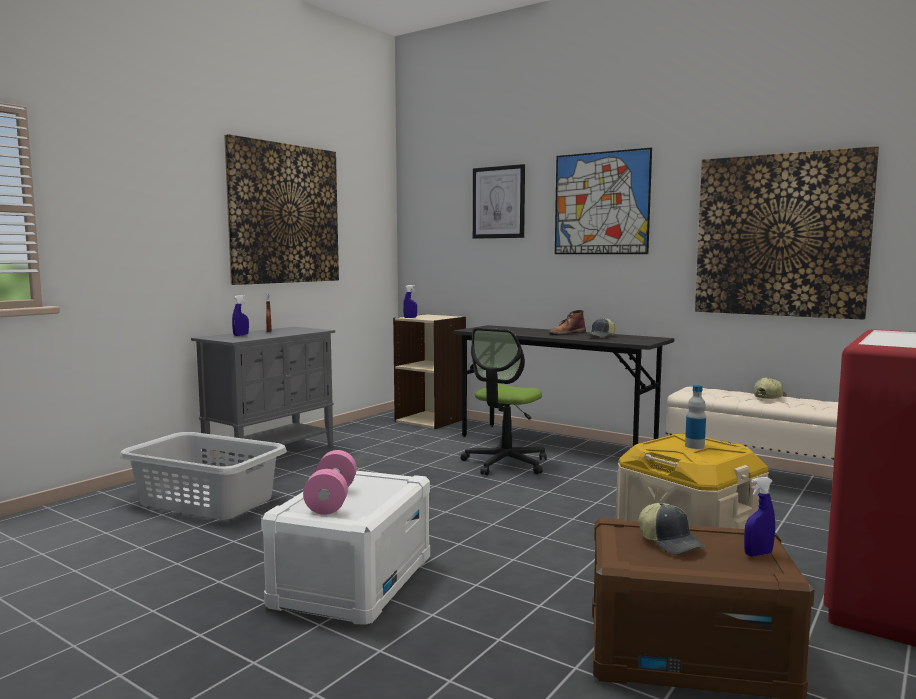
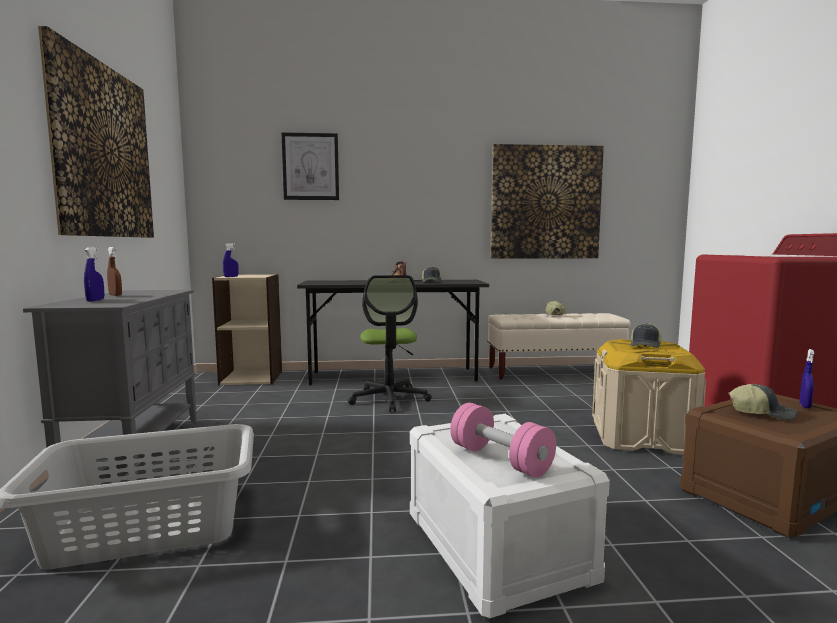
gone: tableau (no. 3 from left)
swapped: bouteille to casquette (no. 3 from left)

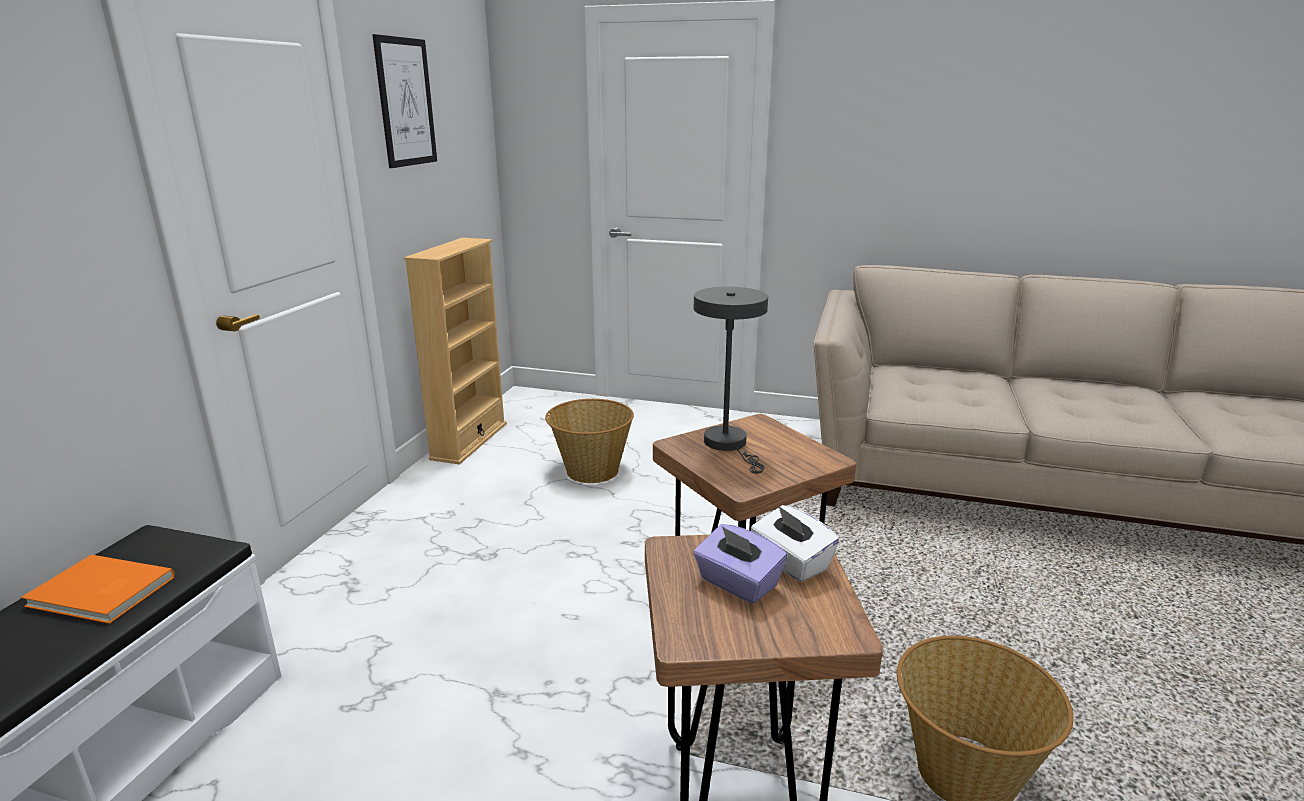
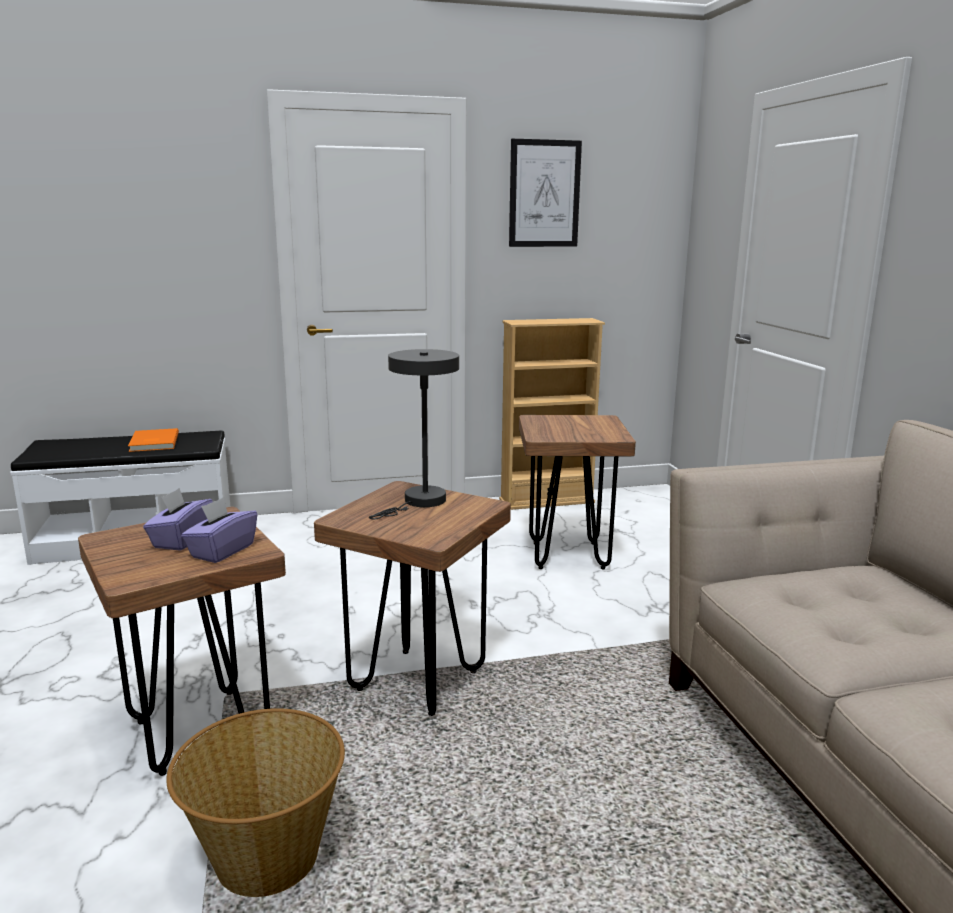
swapped: panier (no. 1 from left) to tabouret (marron) (no. 3 from left)
repainted: boîte à mouchoirs (blanc) to boîte à mouchoirs (violet) (no. 2 from left)

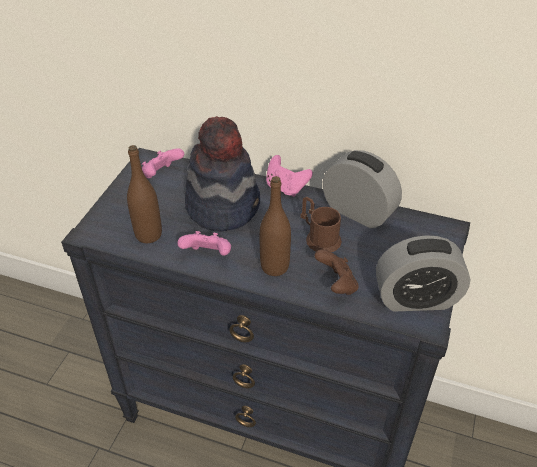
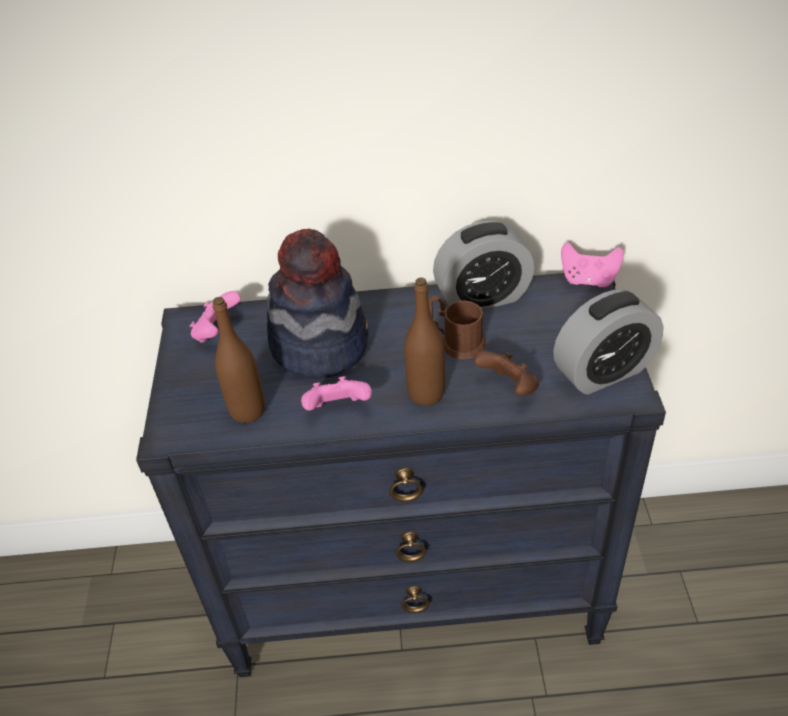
shifted: manette (rose) (no. 3 from left)
rotated: réveil (no. 1 from left) 150 degrees clockwise

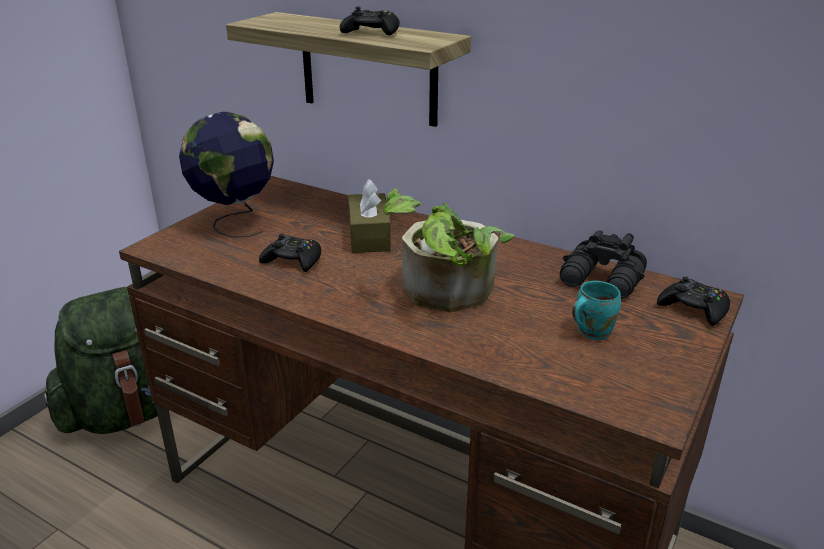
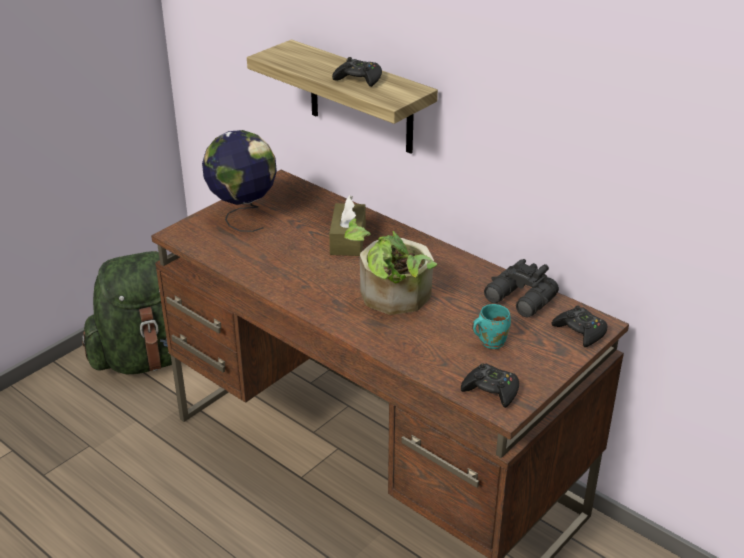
shifted: manette (noir) (no. 1 from left in the first image) to manette (noir) (no. 2 from left)

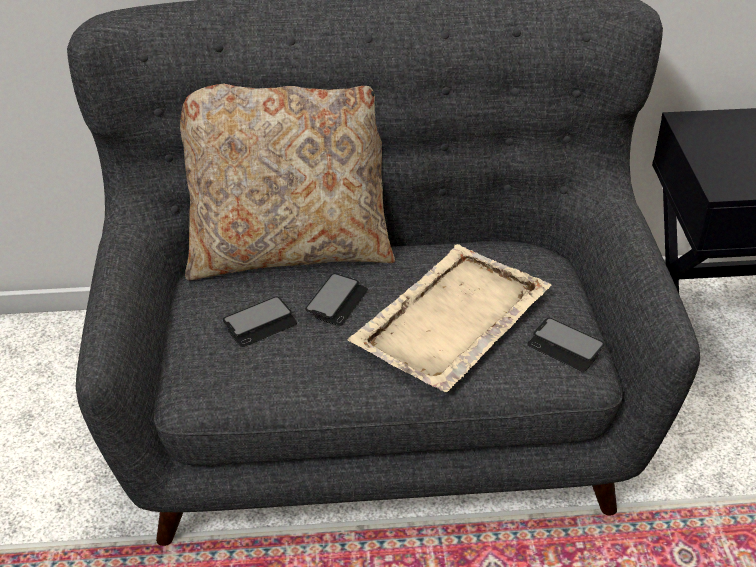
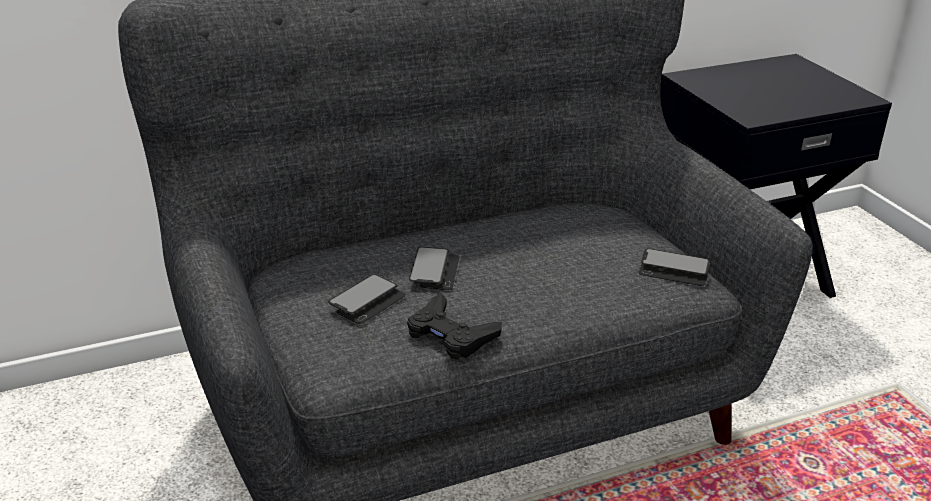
gone: coussin (beige); plateau (beige)
new: manette (noir)

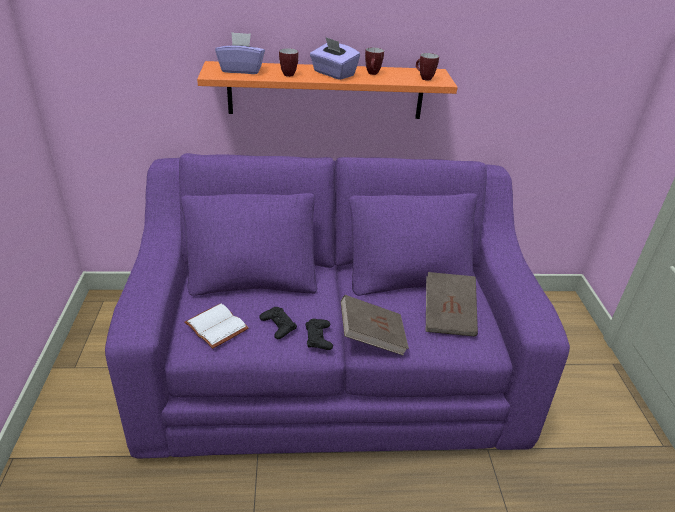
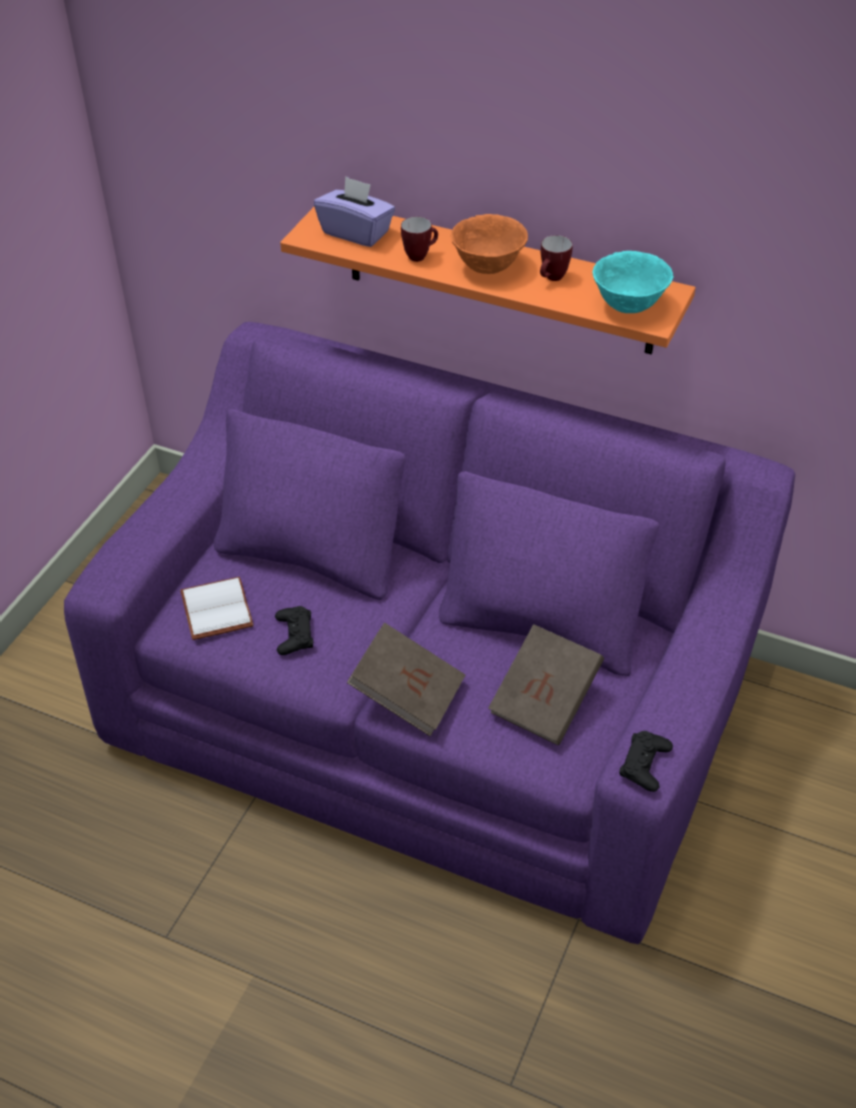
shifted: manette (noir) (no. 2 from left)
swapped: boîte à mouchoirs (violet) (no. 2 from left) to bol (orange); mug (no. 3 from left) to bol (turquoise)

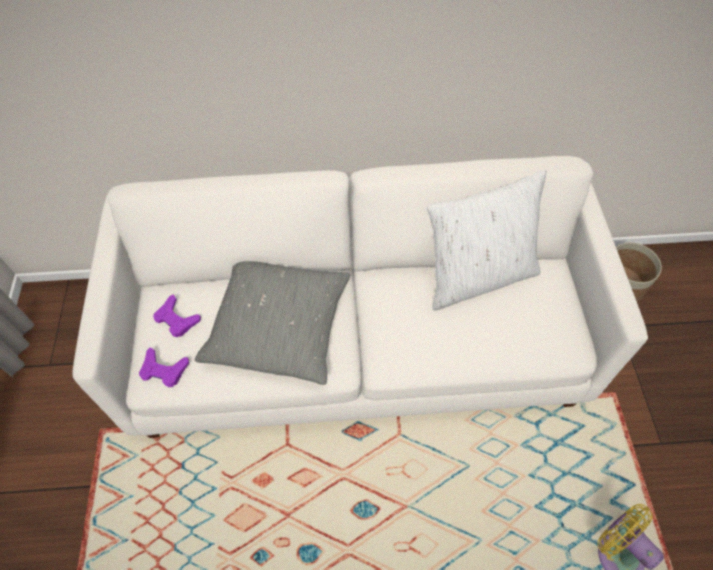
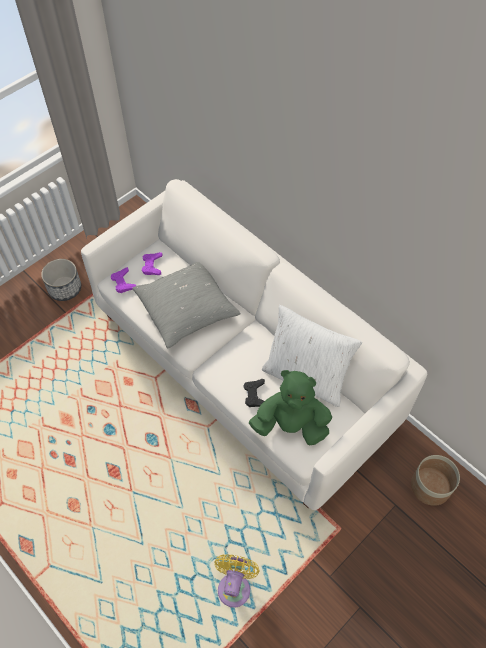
new: cache-pot (no. 1 from left); manette (noir); peluche (vert)

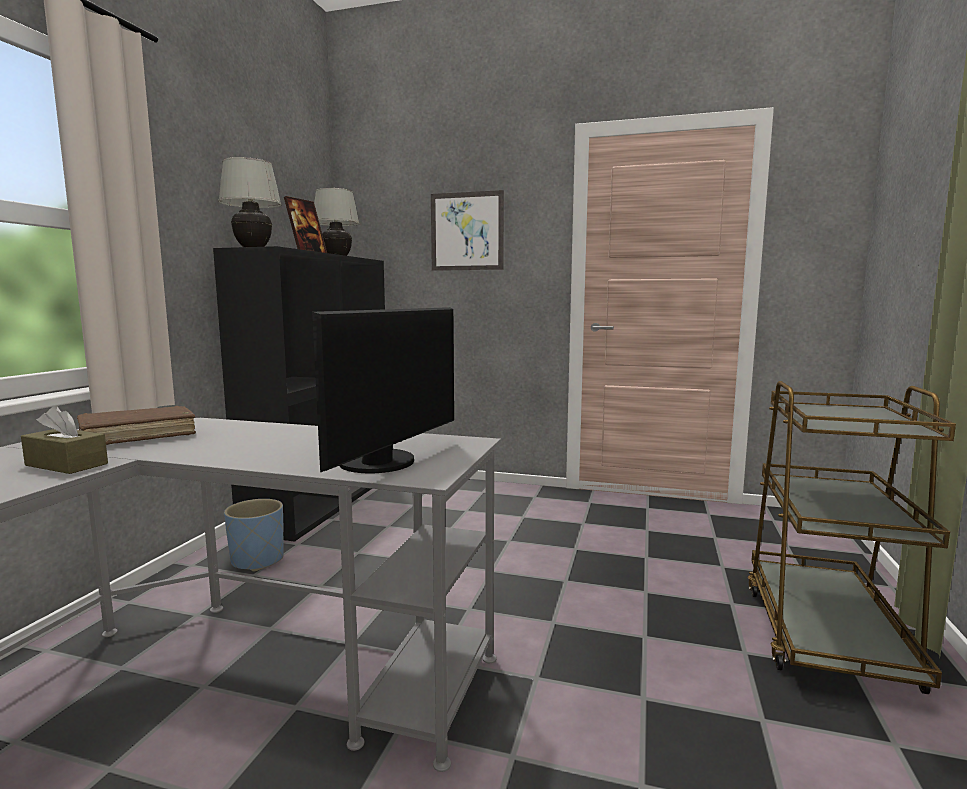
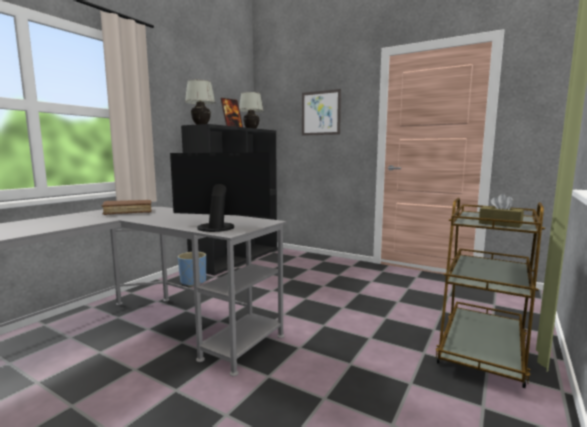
shifted: boîte à mouchoirs (marron)
rotated: écran d'ordinateur 120 degrees counterclockwise

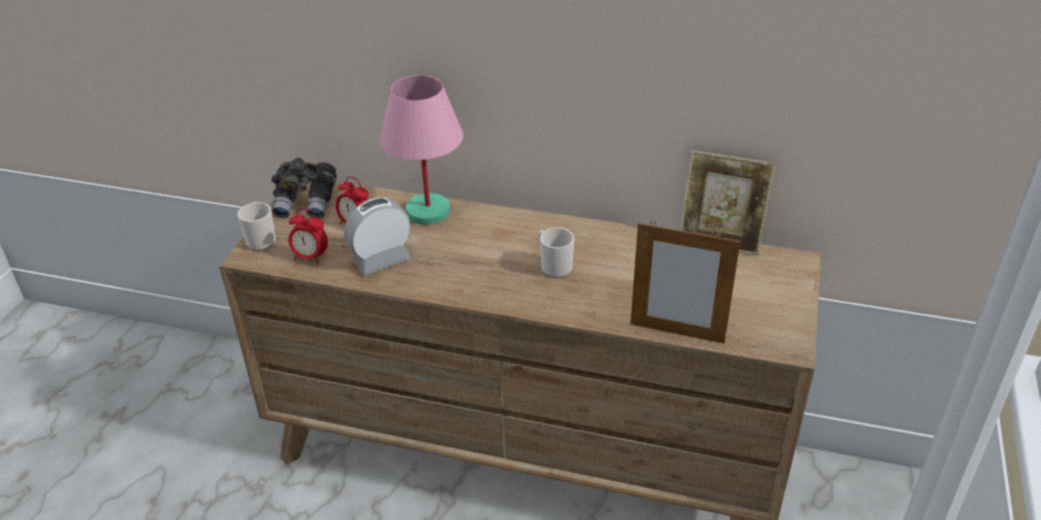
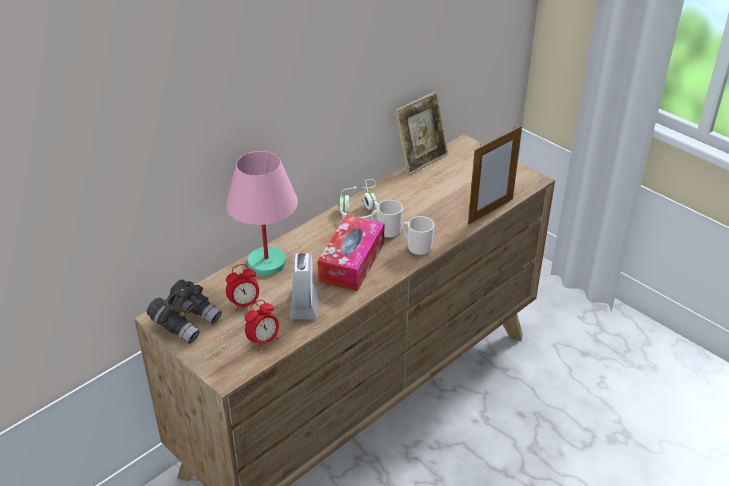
new: boîte à mouchoirs; casque audio (blanc)
shifted: mug (no. 1 from left in the first image) to mug (no. 2 from left)

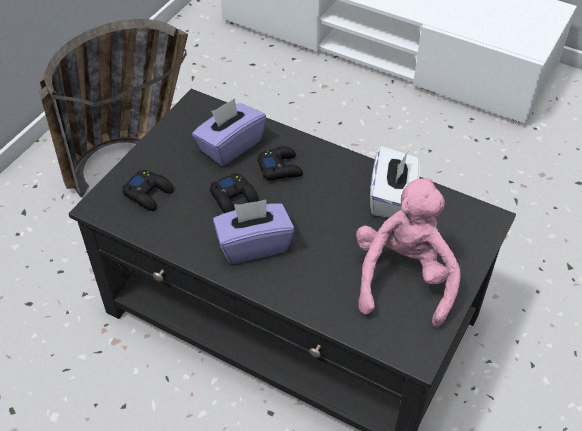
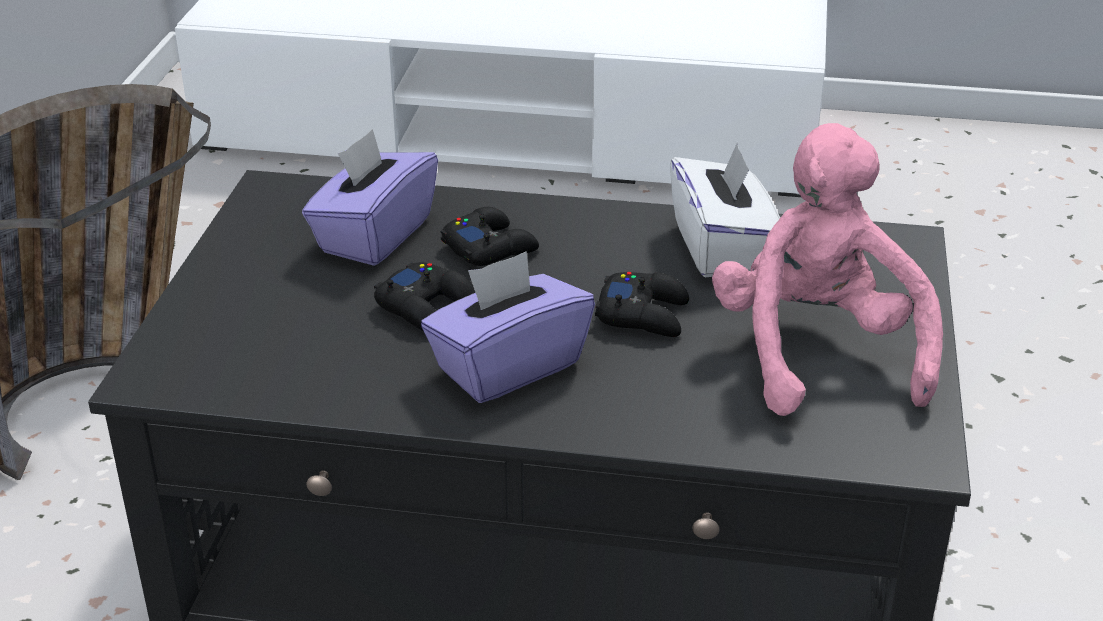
shifted: manette (noir) (no. 1 from left in the first image) to manette (noir) (no. 3 from left)

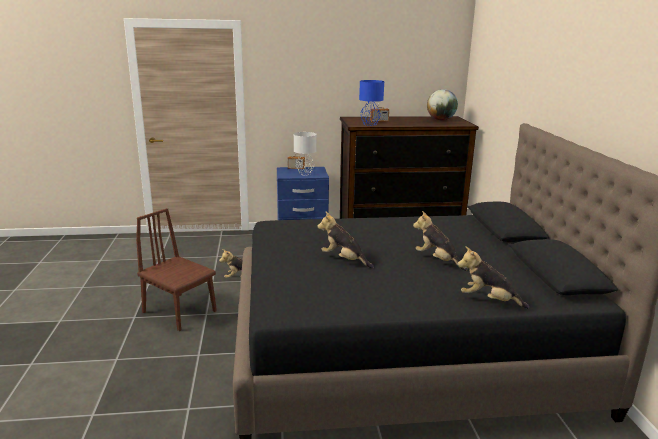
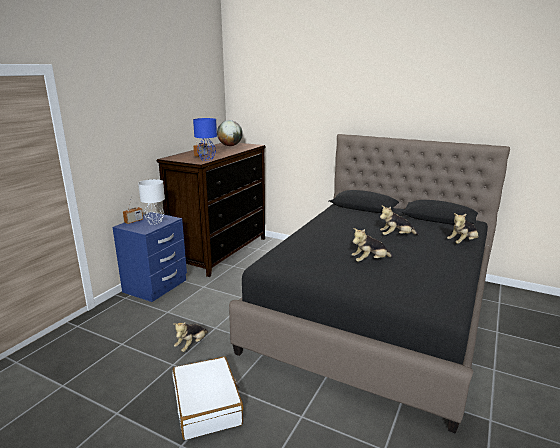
swapped: chaise (marron) to valise (blanc)

